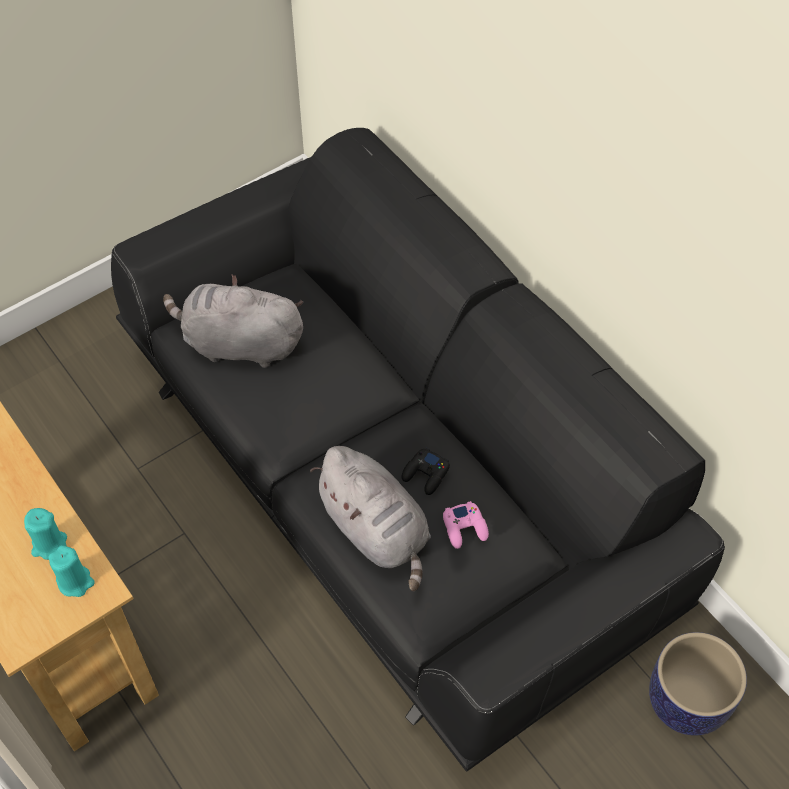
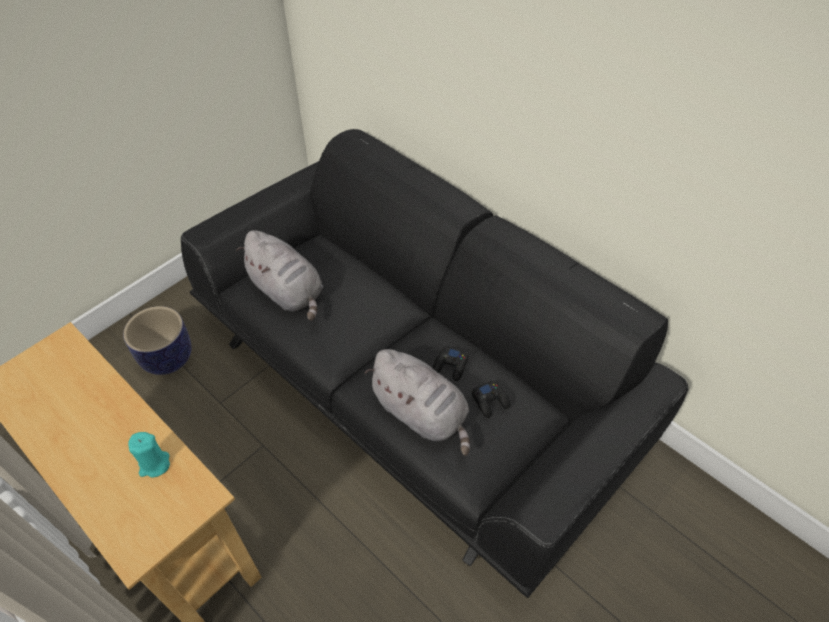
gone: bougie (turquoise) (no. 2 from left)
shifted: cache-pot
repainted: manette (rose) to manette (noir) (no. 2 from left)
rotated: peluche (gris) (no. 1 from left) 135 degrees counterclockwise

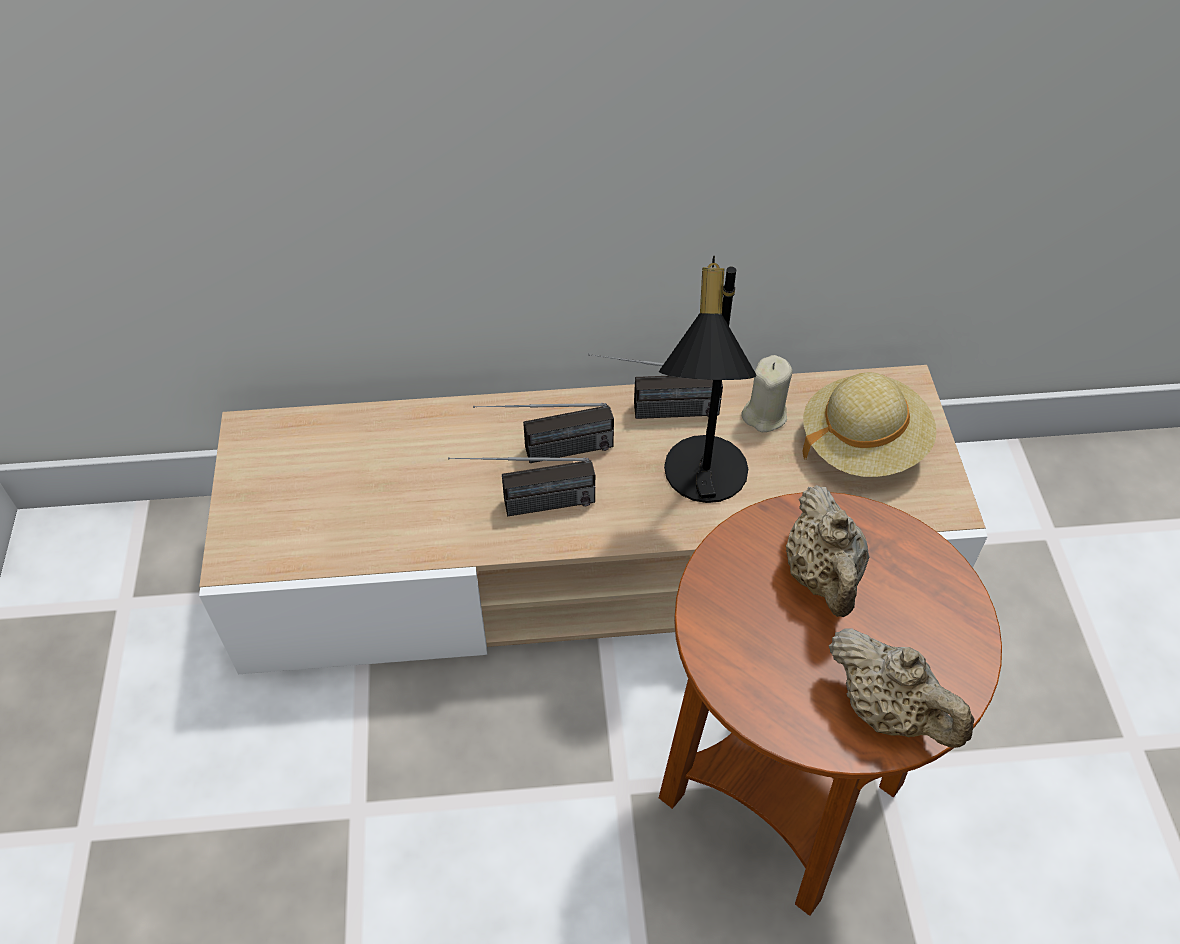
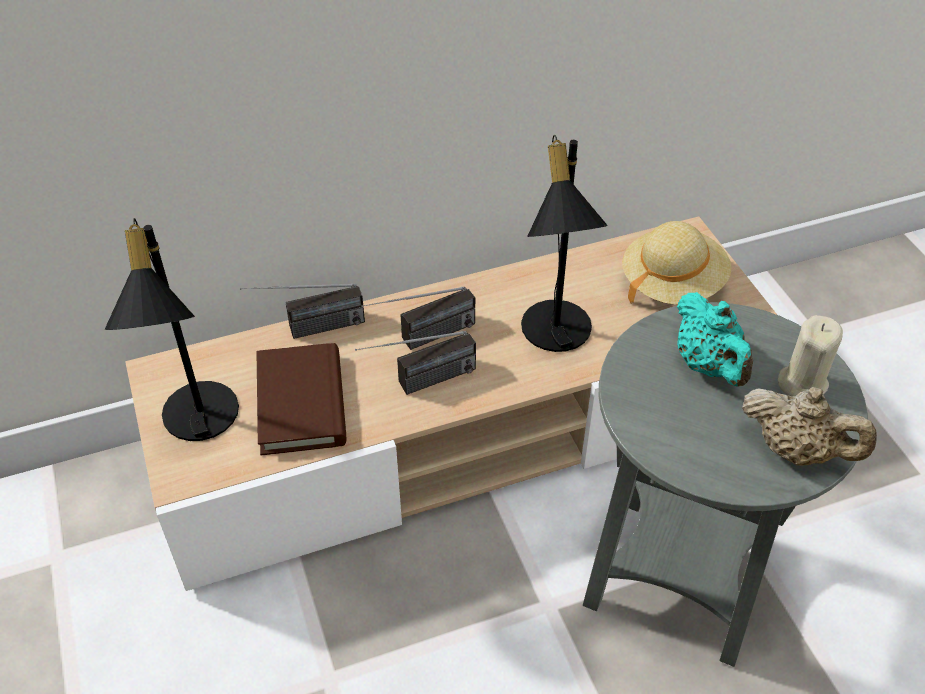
new: lampe de table (noir) (no. 1 from left); livre (marron)
shifted: radio (no. 3 from left in the first image) to radio (no. 1 from left); bougie (beige)
repainted: table d'appoint (marron) to table d'appoint (gris); théière (beige) (no. 1 from left) to théière (turquoise)

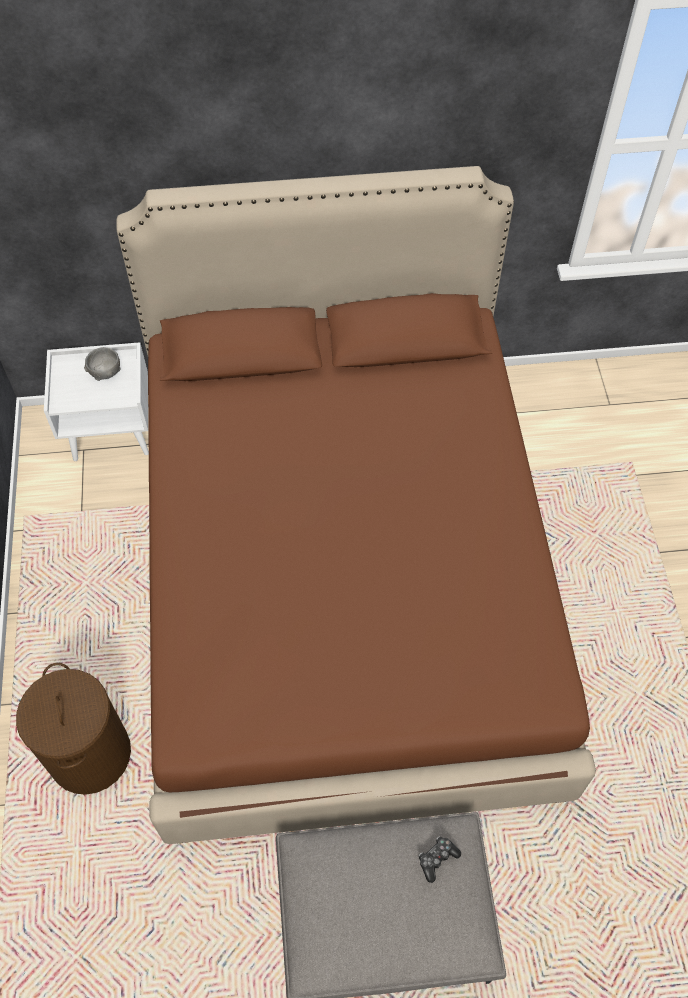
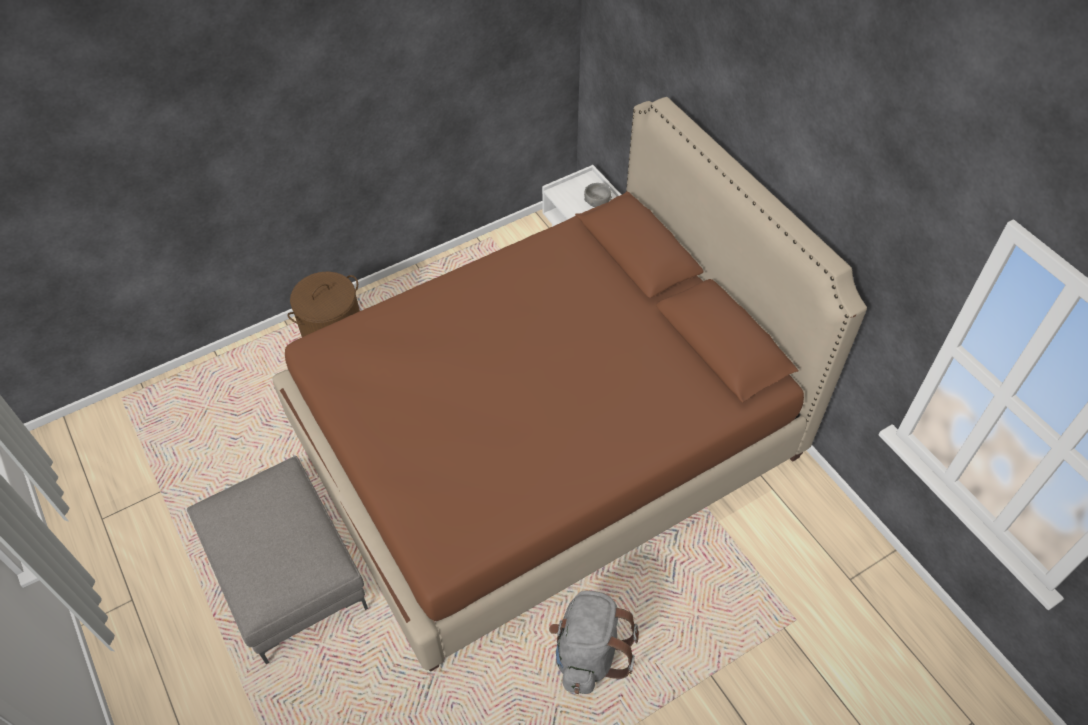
gone: manette
new: sac à dos (gris)

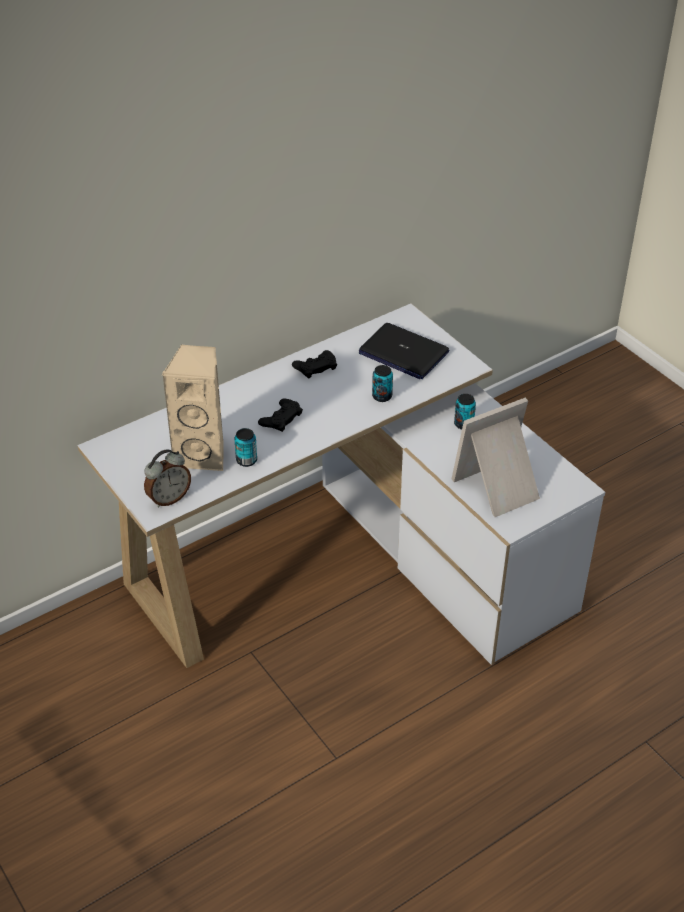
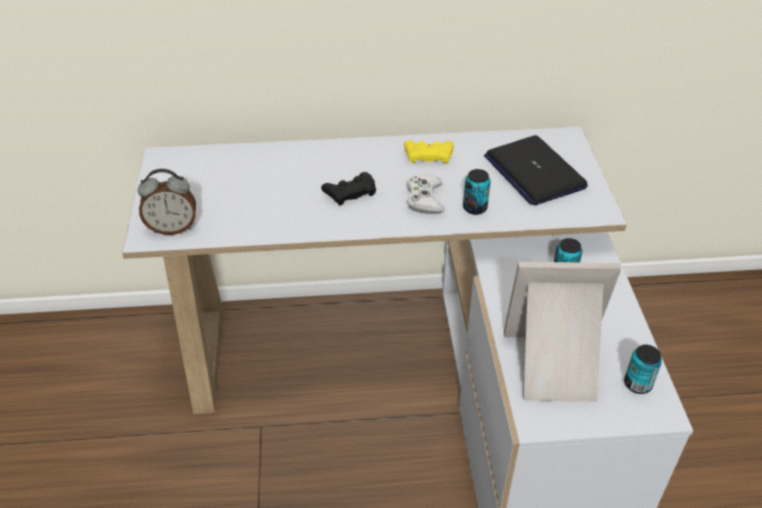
gone: enceinte (beige)
new: manette (blanc)
shifted: boîte métallique (no. 1 from left in the first image) to boîte métallique (no. 3 from left)
repainted: manette (noir) (no. 2 from left) to manette (jaune)

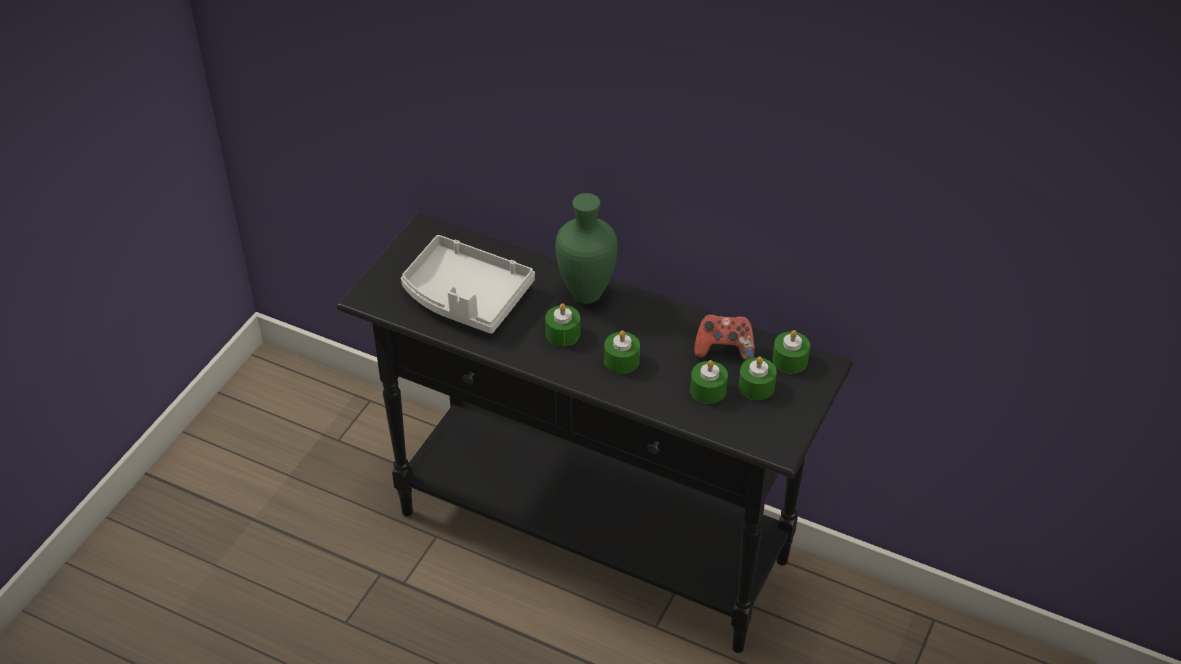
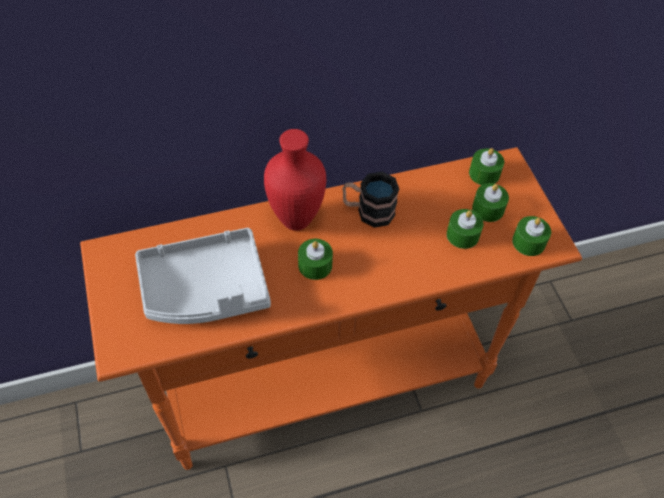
gone: manette
new: mug
shifted: bougie (vert) (no. 2 from left in the first image) to bougie (vert) (no. 5 from left)
repainted: table console (noir) to table console (orange); vase (vert) to vase (rouge)

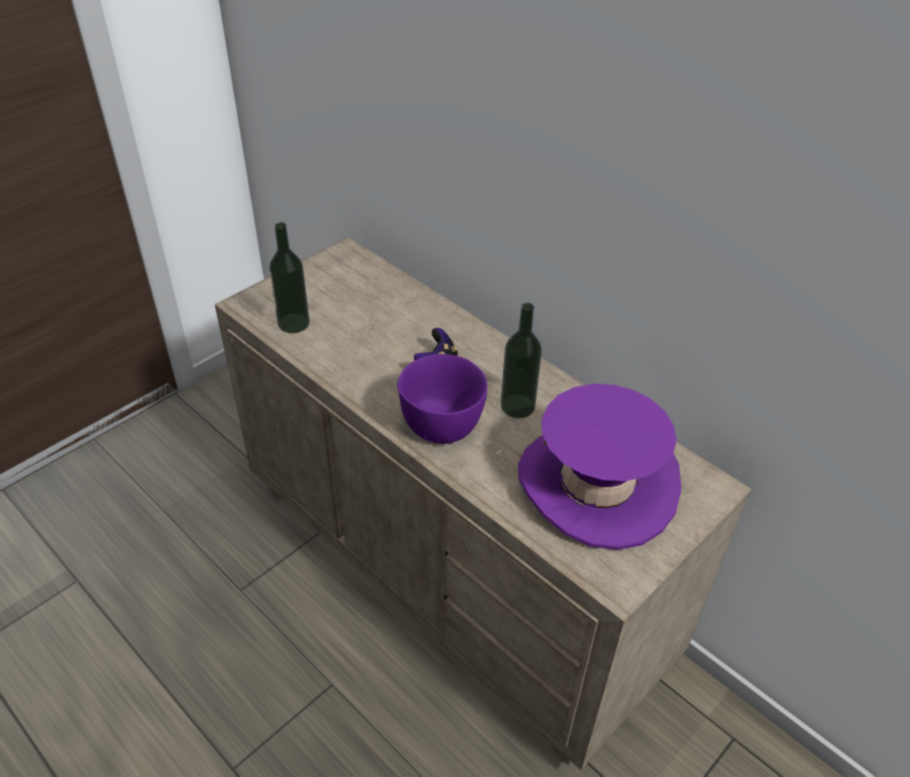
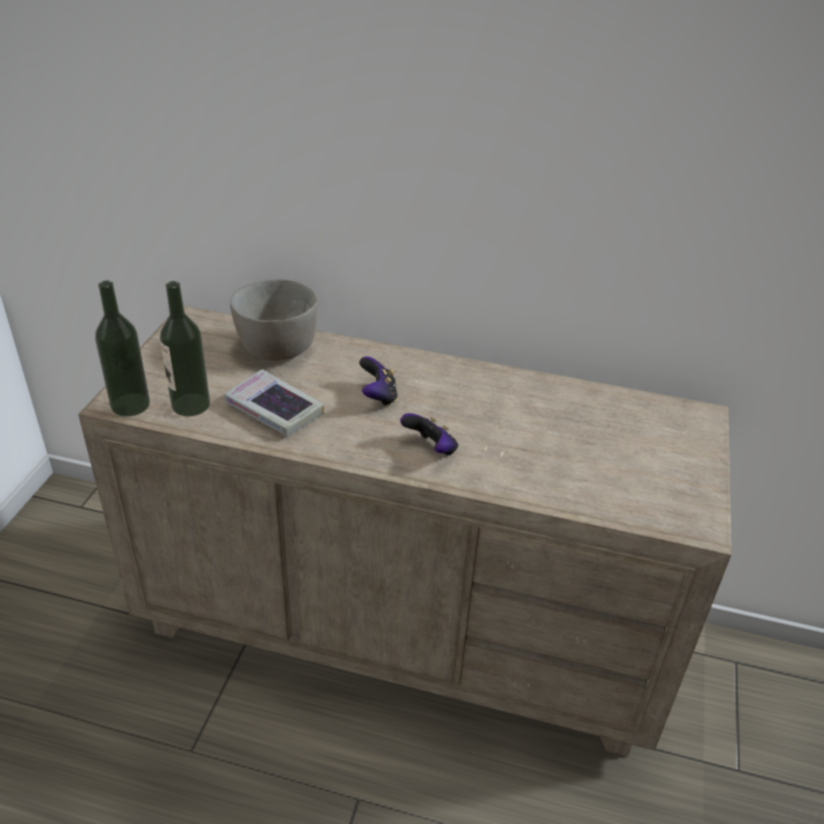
gone: chapeau (violet)
new: livre; bol (gris)
shifted: bouteille (no. 2 from left in the first image) to bouteille (no. 1 from left)
swapped: bol (violet) to manette (no. 2 from left)

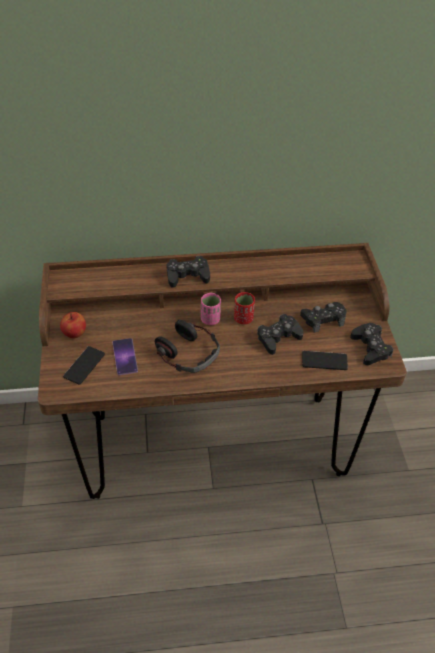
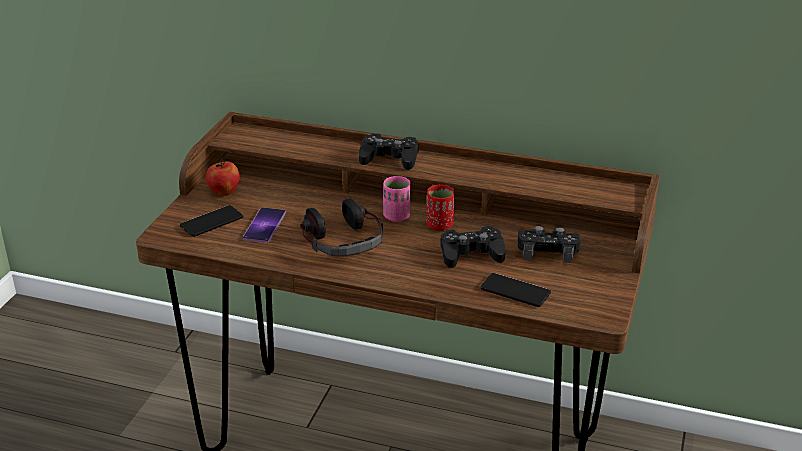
gone: manette (noir) (no. 4 from left)

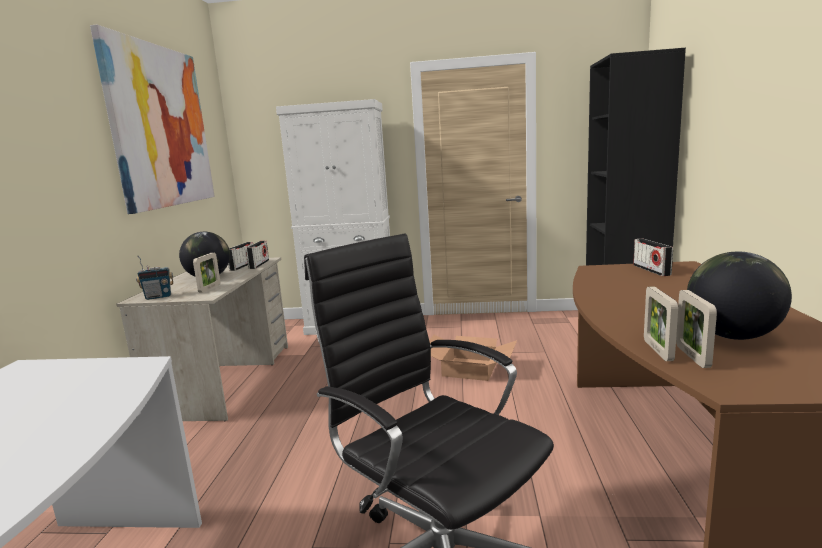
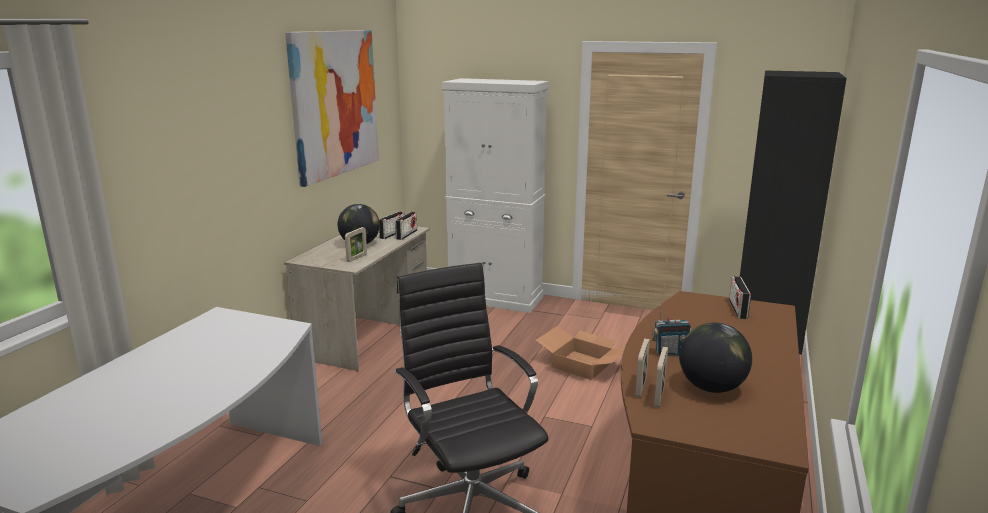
shifted: radio (no. 1 from left in the first image) to radio (no. 3 from left)

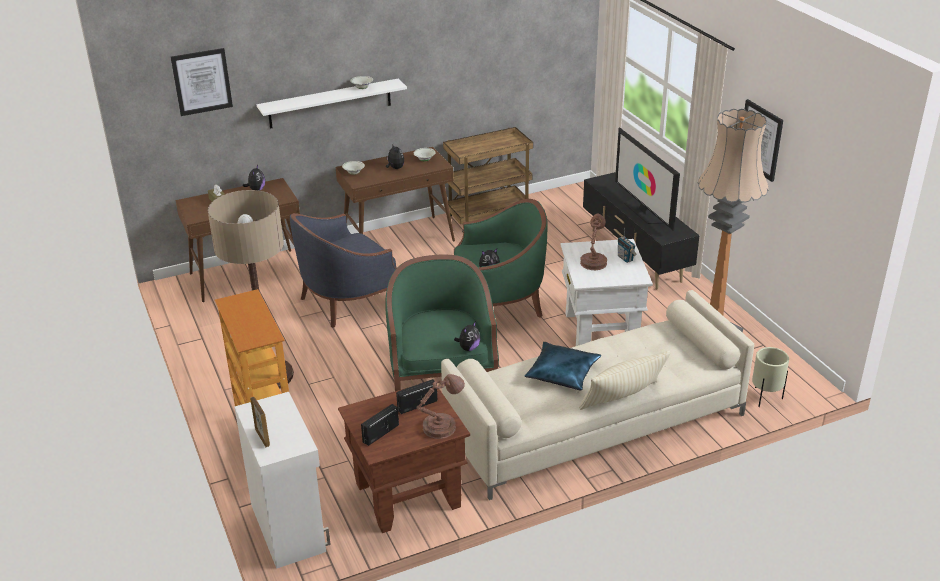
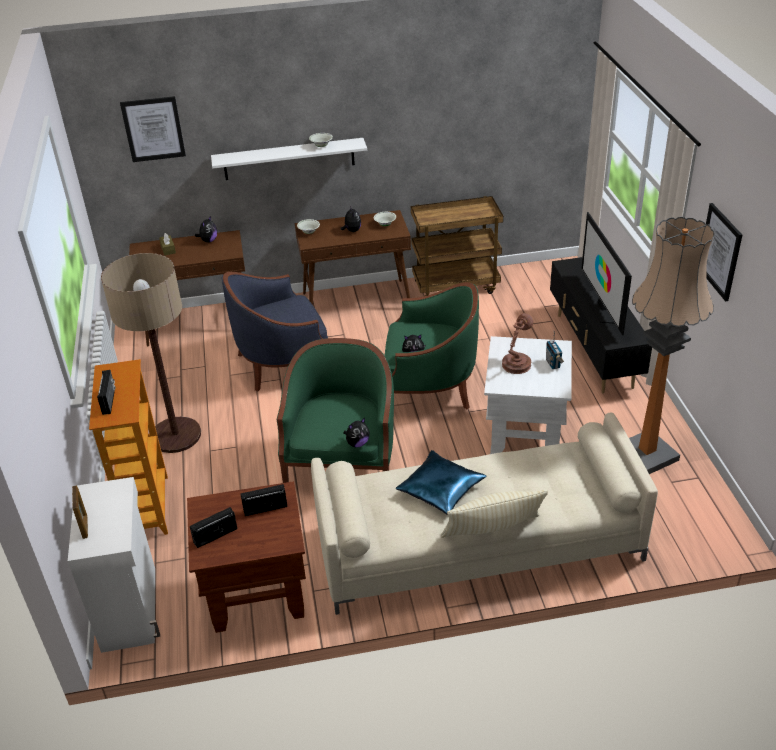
gone: lampe de table (marron) (no. 1 from left); cache-pot (beige)
new: radio (no. 1 from left)

